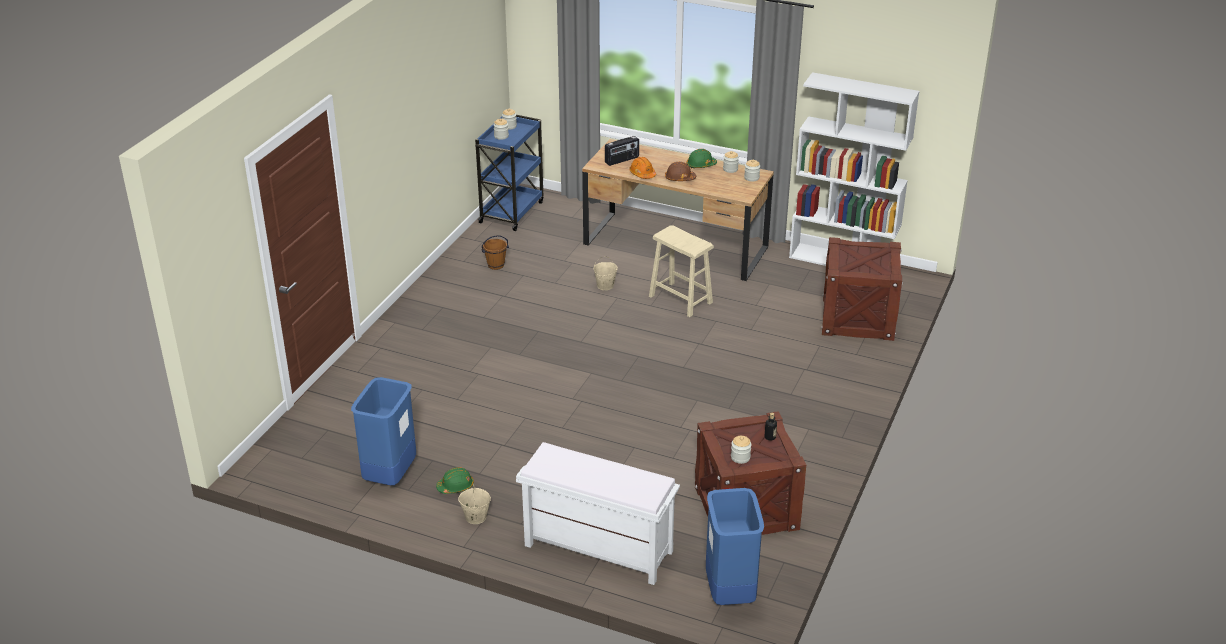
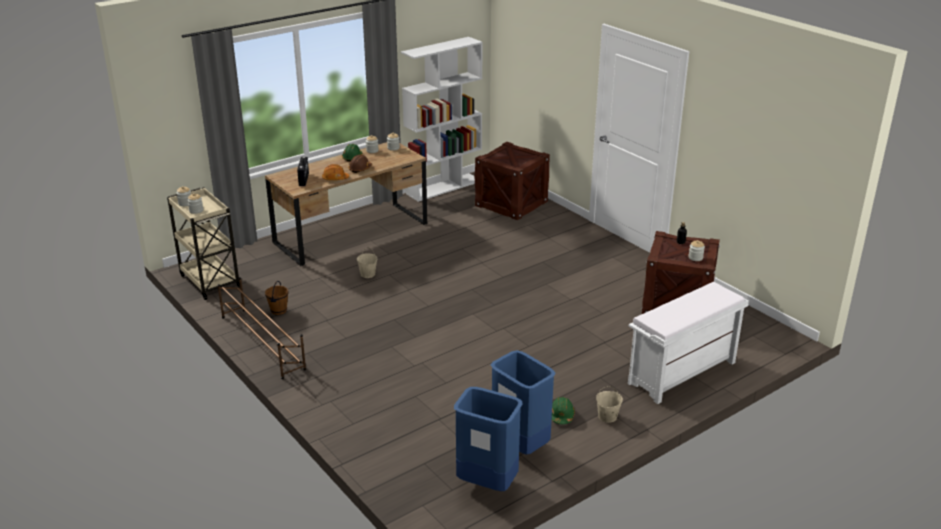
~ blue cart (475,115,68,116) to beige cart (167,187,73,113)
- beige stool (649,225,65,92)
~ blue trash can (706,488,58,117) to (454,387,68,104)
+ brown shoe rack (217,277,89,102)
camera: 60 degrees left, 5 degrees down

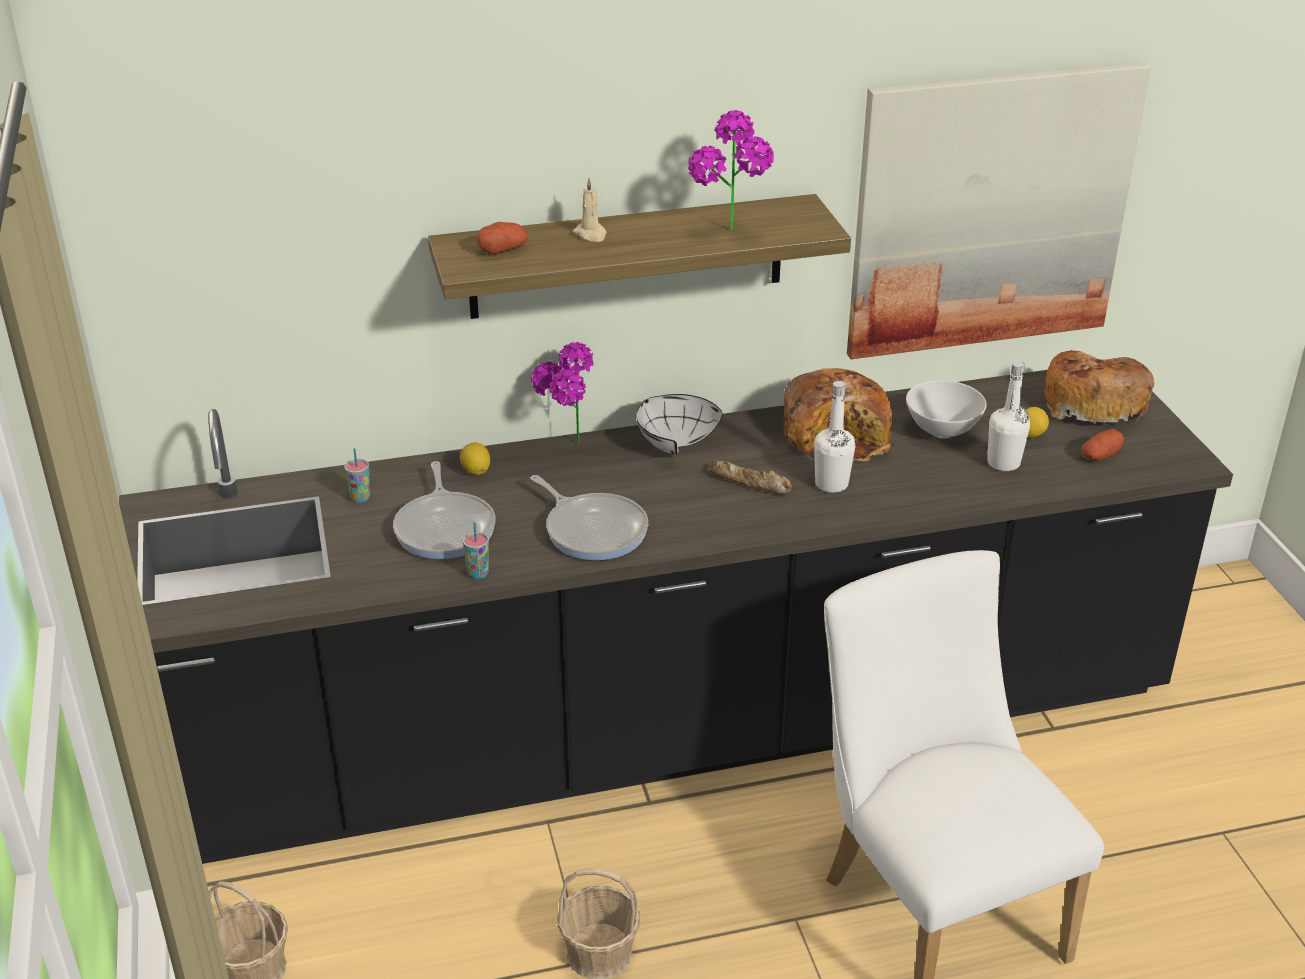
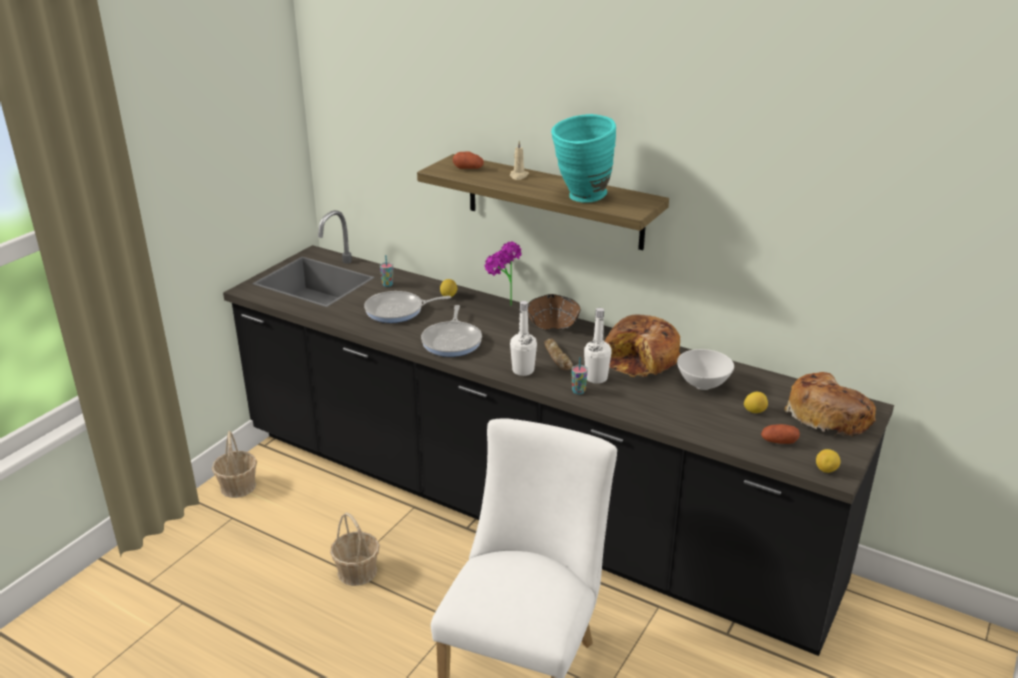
- picture (847,62,304,297)
~ potted plant (688,110,86,120) to turquoise vase (551,114,65,89)
~ white bottle (987,361,43,110) to (510,301,27,75)
~ white bowl (636,394,87,61) to brown bowl (528,294,52,36)
~ frying pan (393,461,103,98) = (364,291,87,32) 45 degrees clockwise
~ cup (463,522,26,57) to (571,357,17,37)
+ lemon (816,449,24,24)
camera: 45 degrees right, 5 degrees down

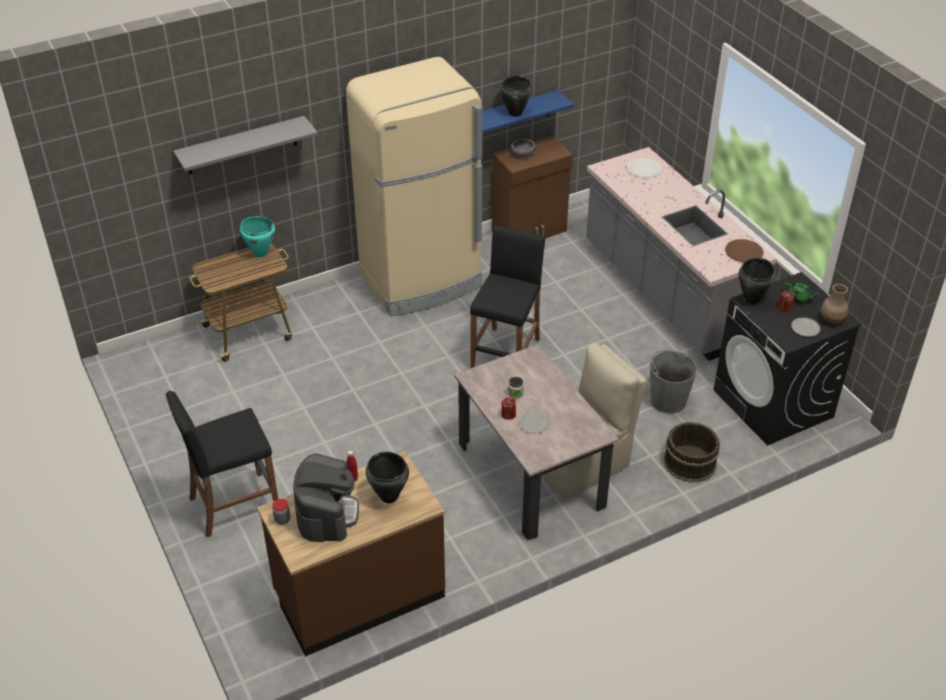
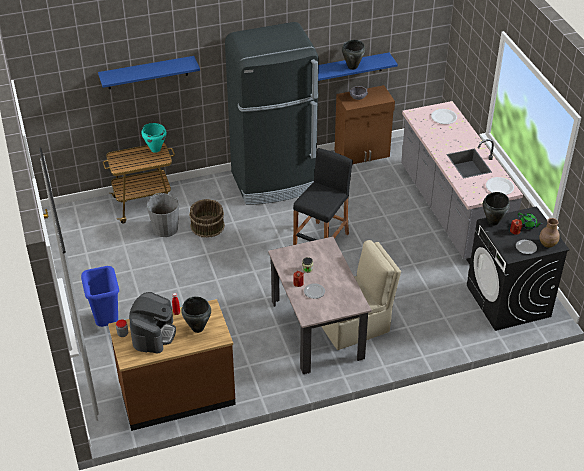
~ beige fridge (346,57,137,259) to black fridge (225,22,94,183)
~ grey shelf (173,116,145,58) to blue shelf (98,56,102,33)
~ brown plate (725,239,39,24) to white plate (486,177,28,18)
~ grey bucket (650,350,47,64) to (147,193,32,44)
~ black stool (166,390,112,147) to blue trash can (81,266,38,61)
~ brown bucket (664,422,56,60) to (189,199,36,39)
camera: 10 degrees right, 0 degrees up

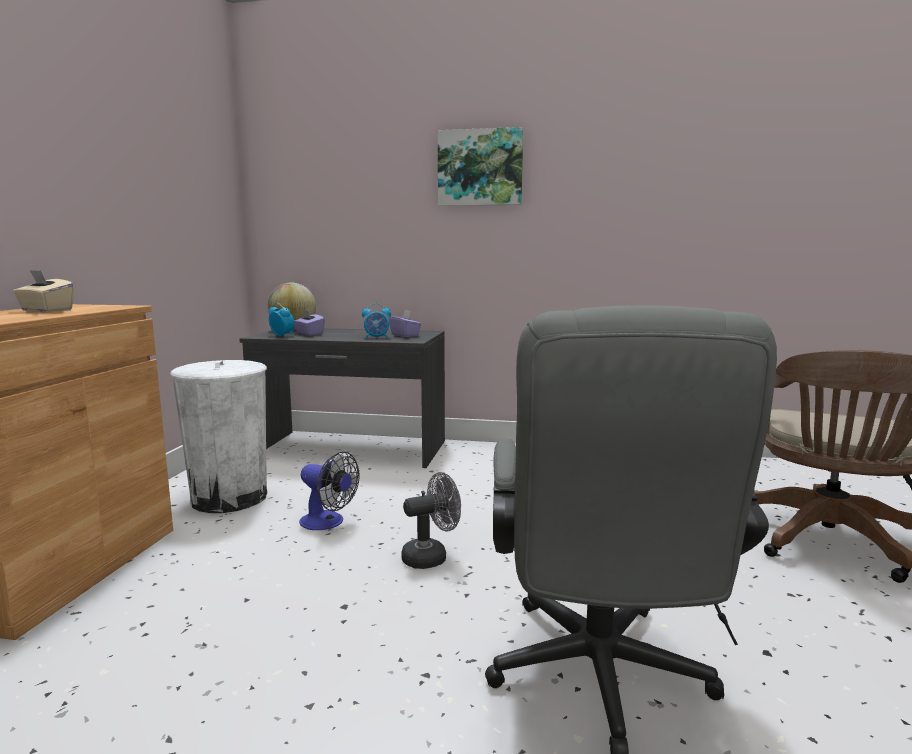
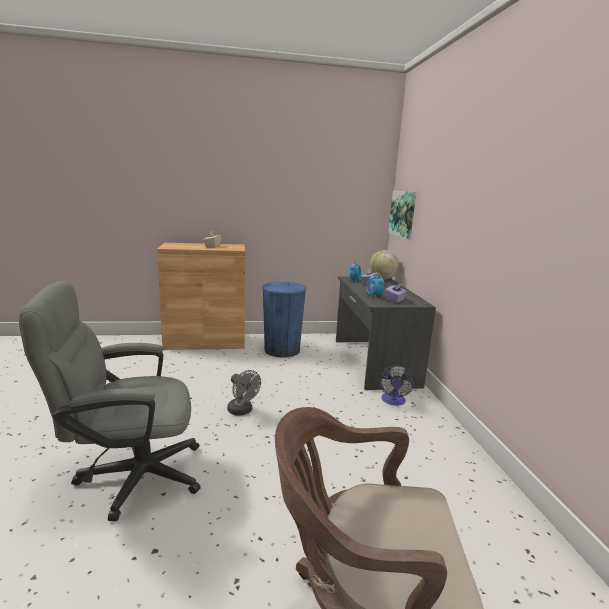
~ picture (438,127,85,79) to (388,191,28,48)
~ white trash can (170,360,97,153) to blue trash can (262,281,45,77)
~ fan (299,451,61,79) to (379,365,36,41)
camera: 70 degrees right, 5 degrees up

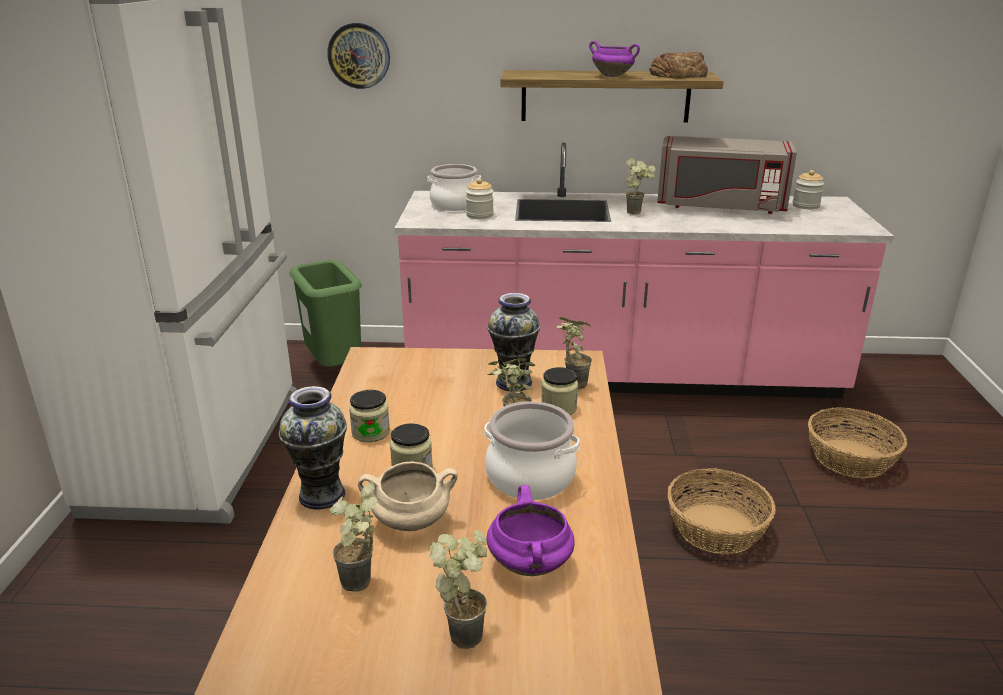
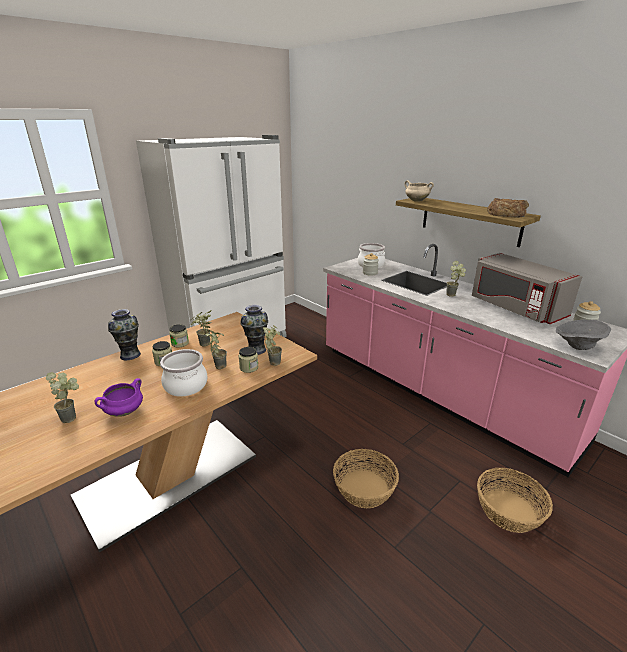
- wall clock (327,23,63,66)
- purple cooking pot (589,41,51,36)
- green trash can (289,260,73,107)
~ beige cooking pot (358,461,100,70) to (405,180,29,22)
~ potted plant (330,480,48,112) to (191,310,20,36)
+ grey bowl (556,319,55,31)
camera: 45 degrees right, 0 degrees up

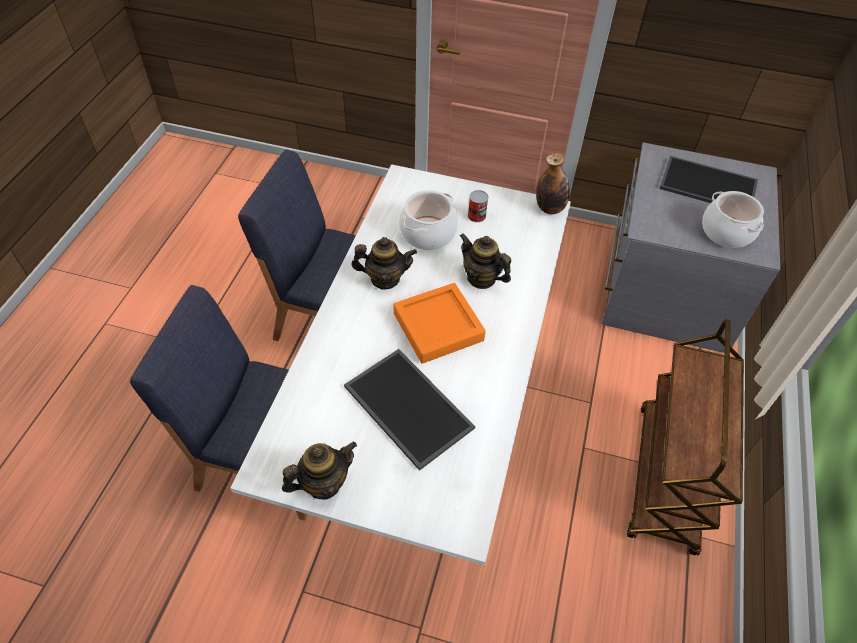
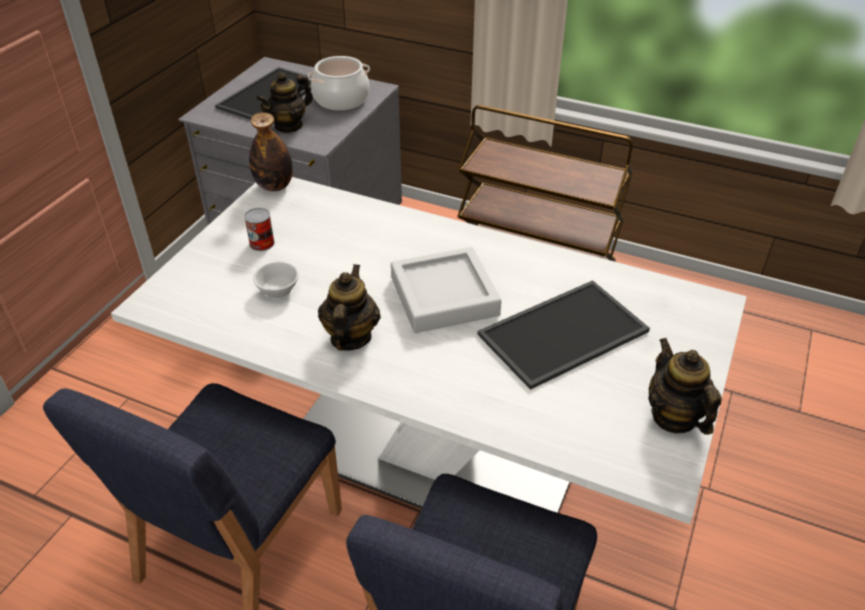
~ cooking pot (399,190,59,60) to white cup (253,261,46,38)
~ teapot (460,233,51,56) to (256,72,57,61)
~ orange tray (393,283,93,81) to grey tray (391,247,110,86)
camera: 80 degrees left, 10 degrees down

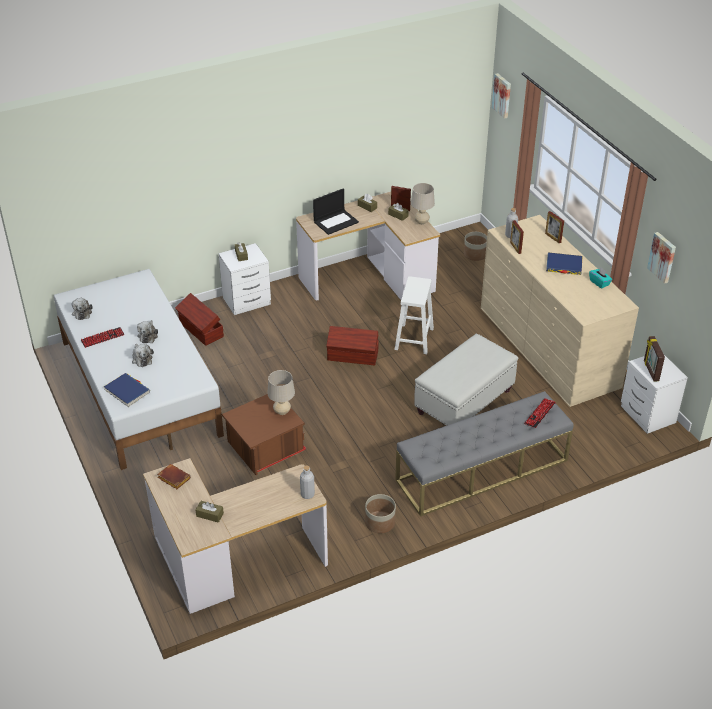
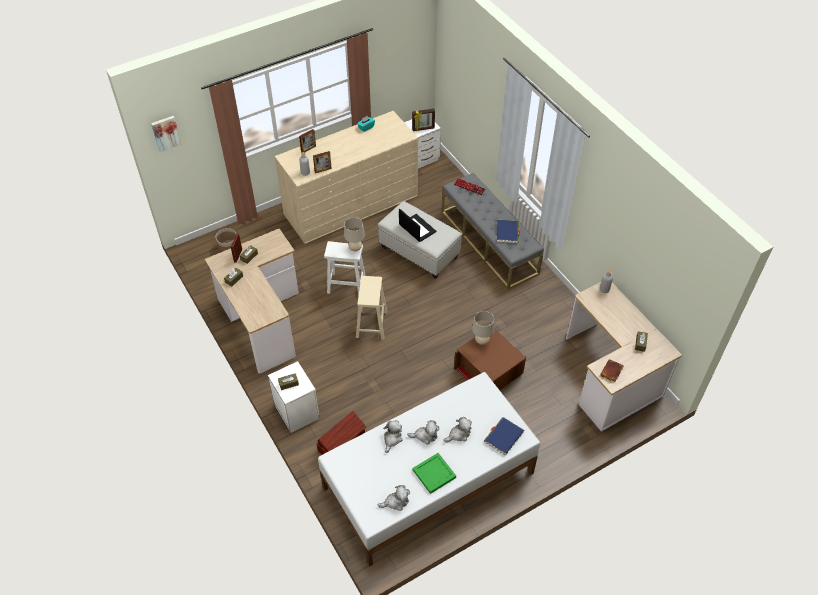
~ beige table lamp (411,183,24,42) to (344,217,21,34)
~ laptop (313,188,46,47) to (399,209,38,33)
- picture (647,232,29,52)
~ blue book (546,253,37,22) to (497,220,23,23)
~ brown storage box (327,326,52,39) to beige stool (356,276,31,63)
~ keyboard (81,327,43,21) to green tray (413,453,43,41)
- planter (365,494,31,39)
+ plush toy (383,420,19,33)
camera: 95 degrees left, 10 degrees up

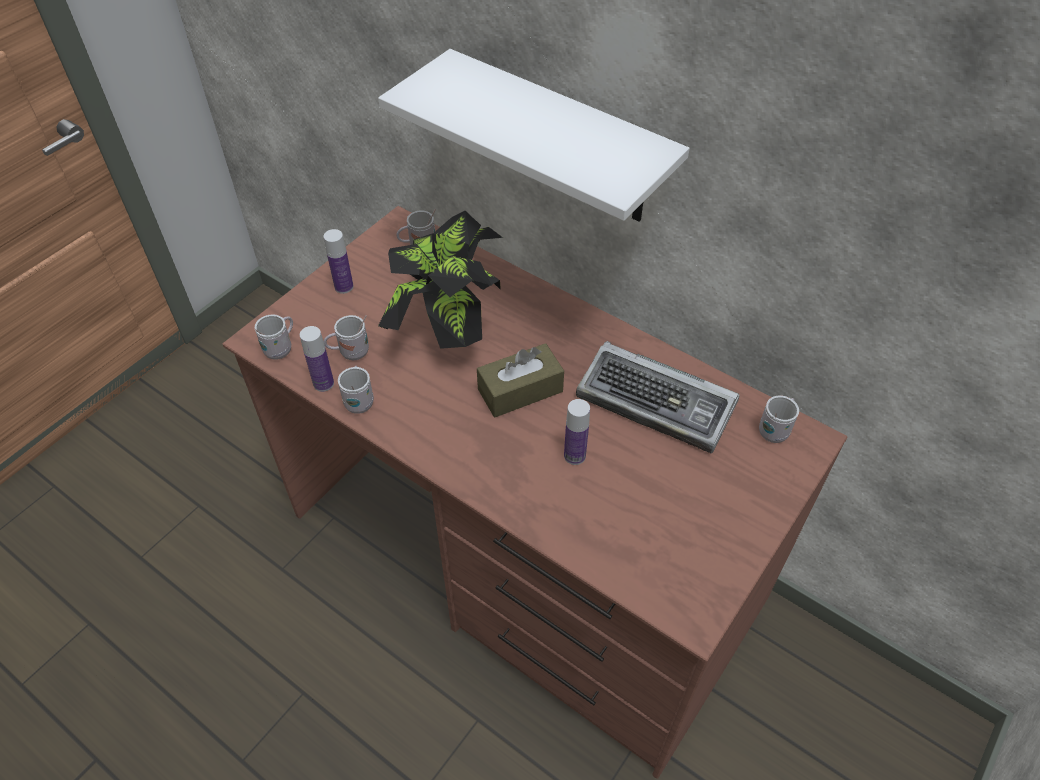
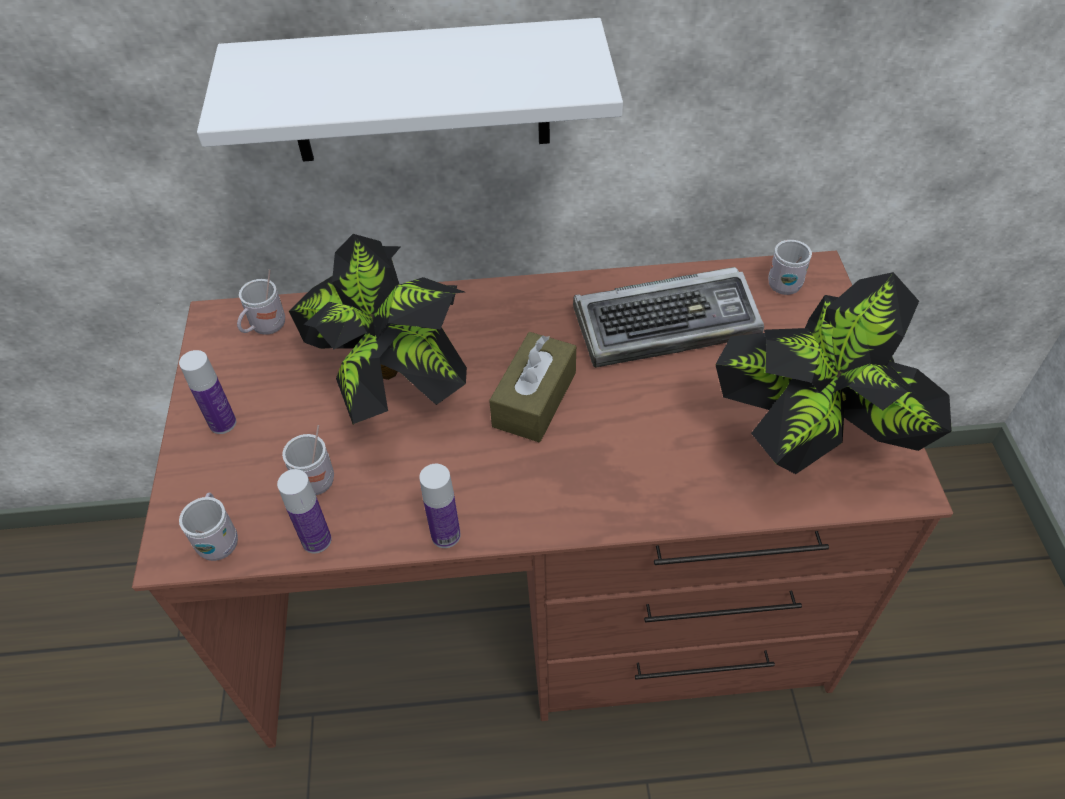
- white mug (338,366,36,48)
~ bottle (564,399,26,66) to (419,464,42,84)
+ potted plant (715,272,237,202)
camera: 40 degrees left, 0 degrees up

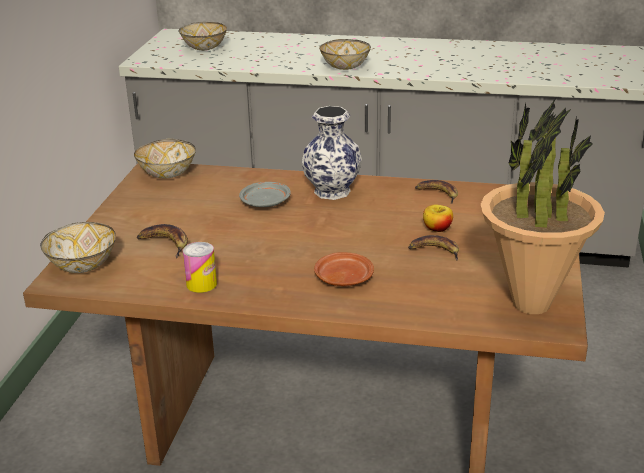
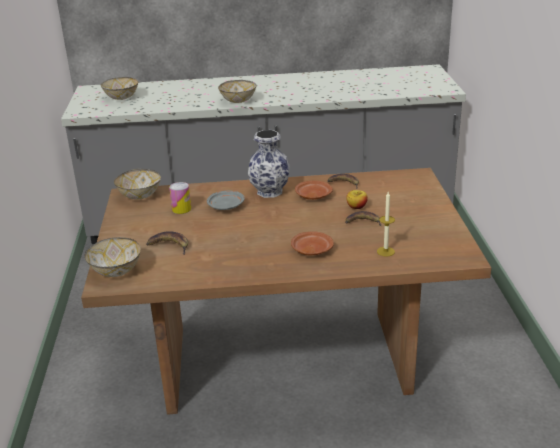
- potted plant (481,96,124,218)
~ can (183,242,34,51) to (169,182,22,32)
+ brown plate (295,180,38,20)
+ candle (377,192,18,64)
camera: 15 degrees left, 0 degrees up

